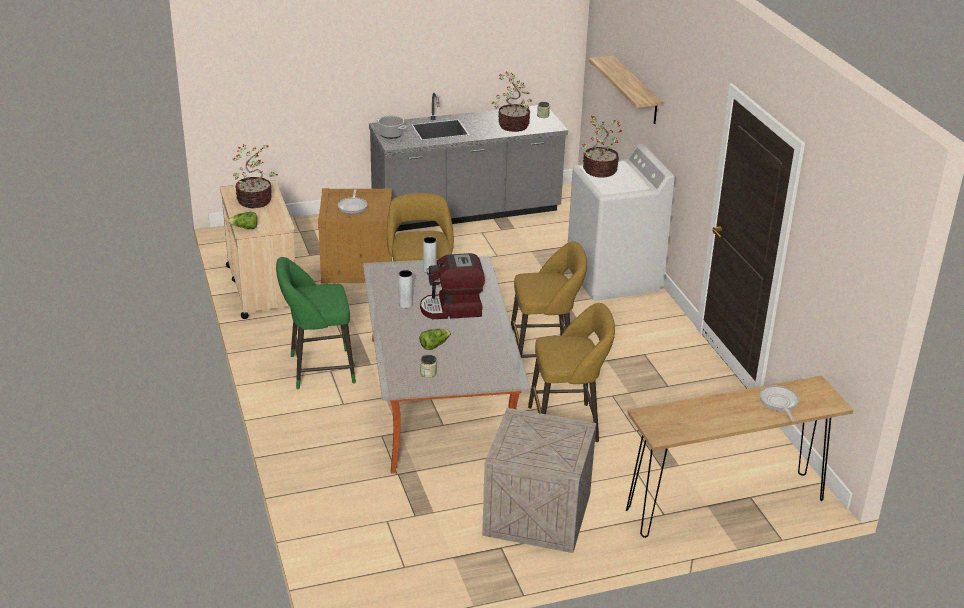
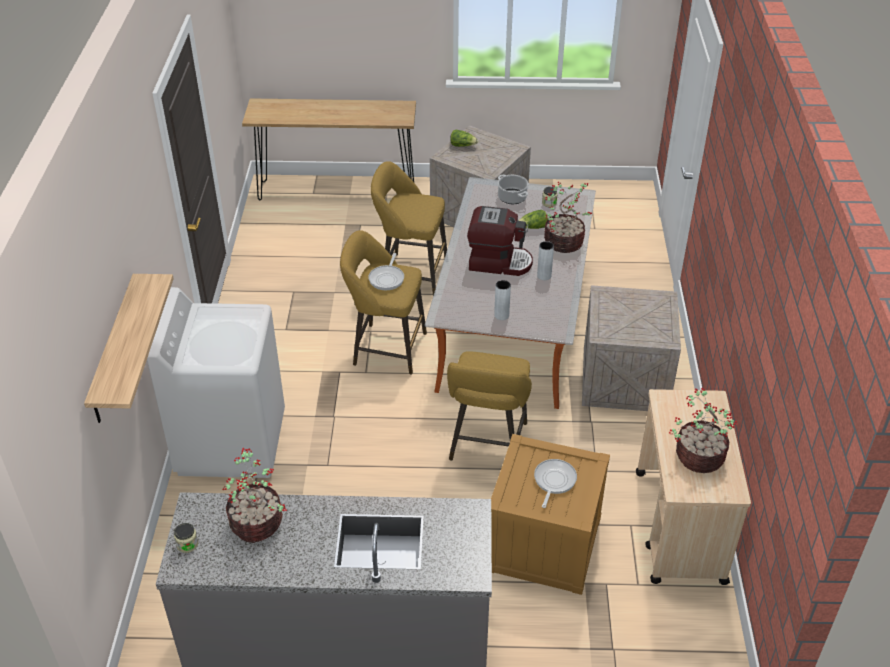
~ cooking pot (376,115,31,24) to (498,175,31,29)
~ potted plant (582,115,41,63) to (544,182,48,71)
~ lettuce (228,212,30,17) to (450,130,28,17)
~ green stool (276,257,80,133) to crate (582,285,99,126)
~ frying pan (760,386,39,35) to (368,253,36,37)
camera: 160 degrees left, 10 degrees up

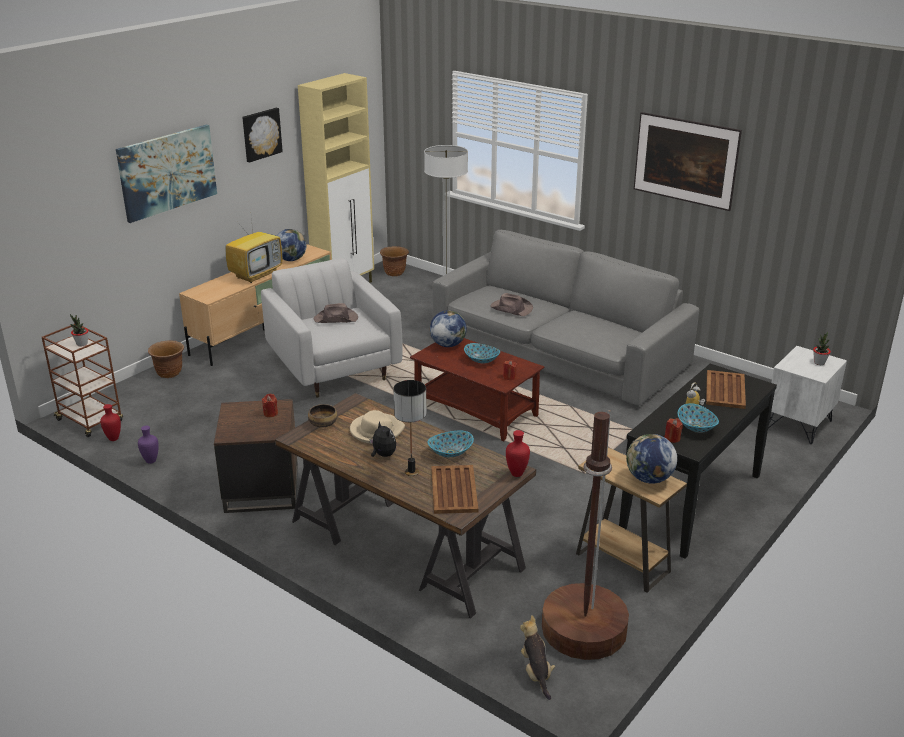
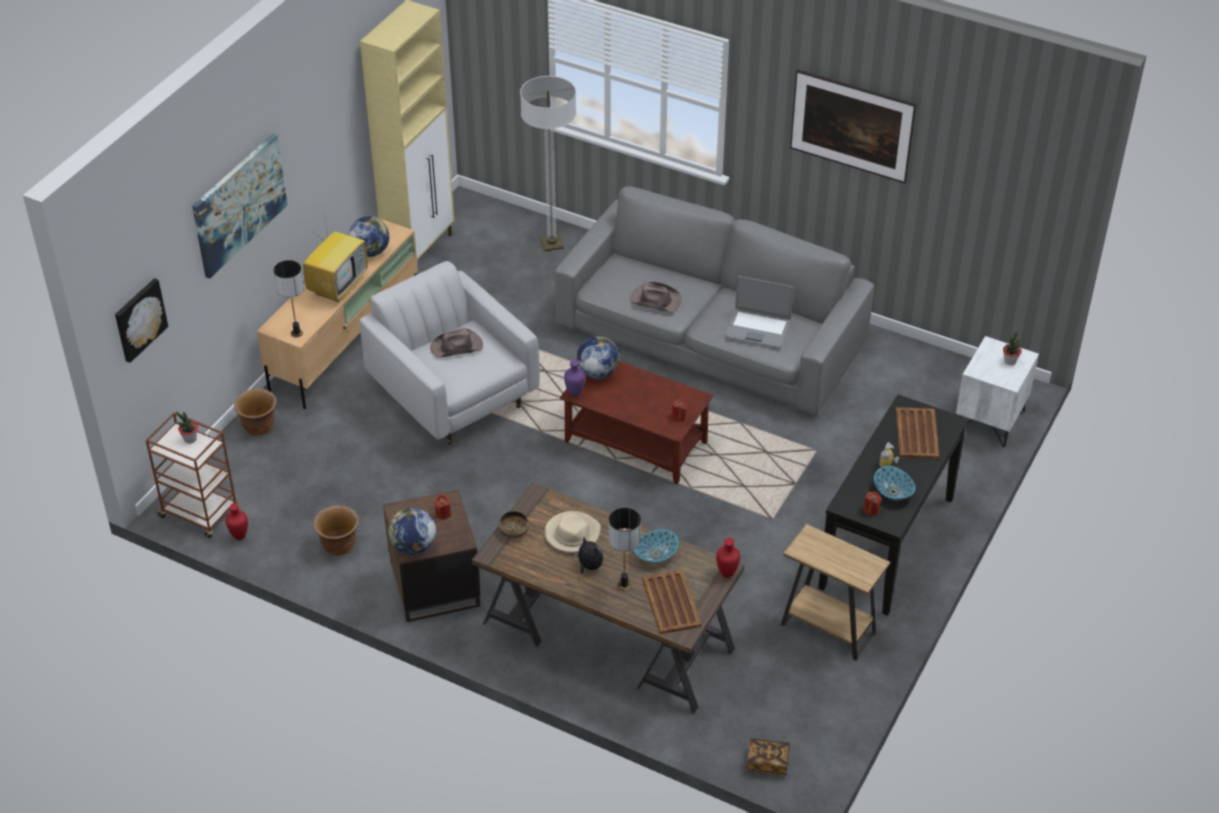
~ picture (242,108,41,54) to (115,278,53,85)
~ brown planter (380,246,29,30) to (314,505,45,51)
- bowl (464,343,36,21)
- brown floor lamp (542,410,87,250)
~ purple vase (138,426,21,38) to (564,360,21,37)
~ globe (626,434,51,50) to (388,508,48,47)
~ plush toy (520,615,35,85) to book (747,738,43,38)
+ table lamp (274,260,30,77)
+ laptop (725,276,69,72)
camera: 10 degrees left, 15 degrees up

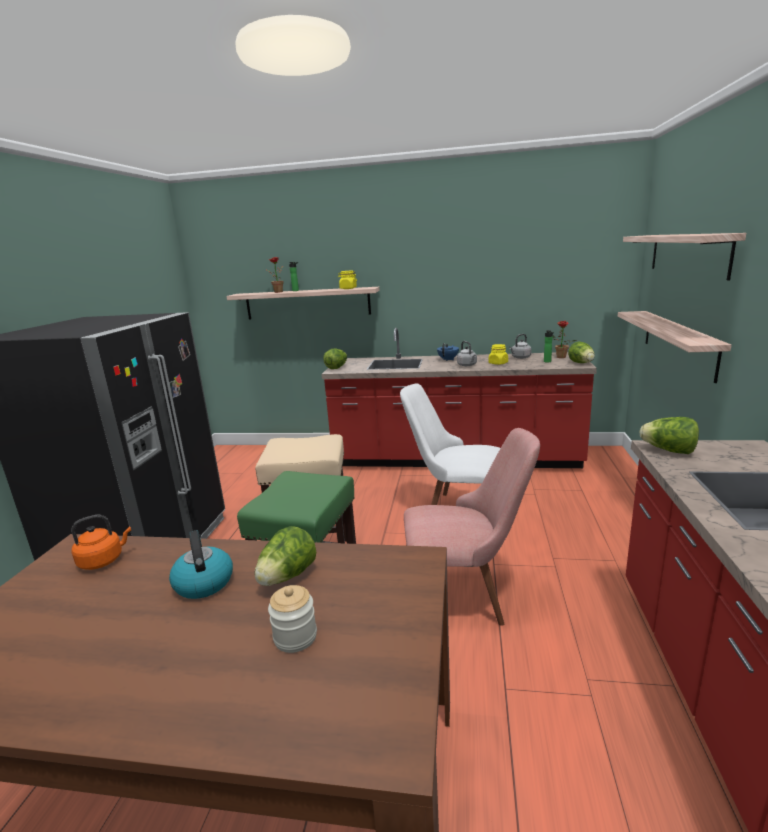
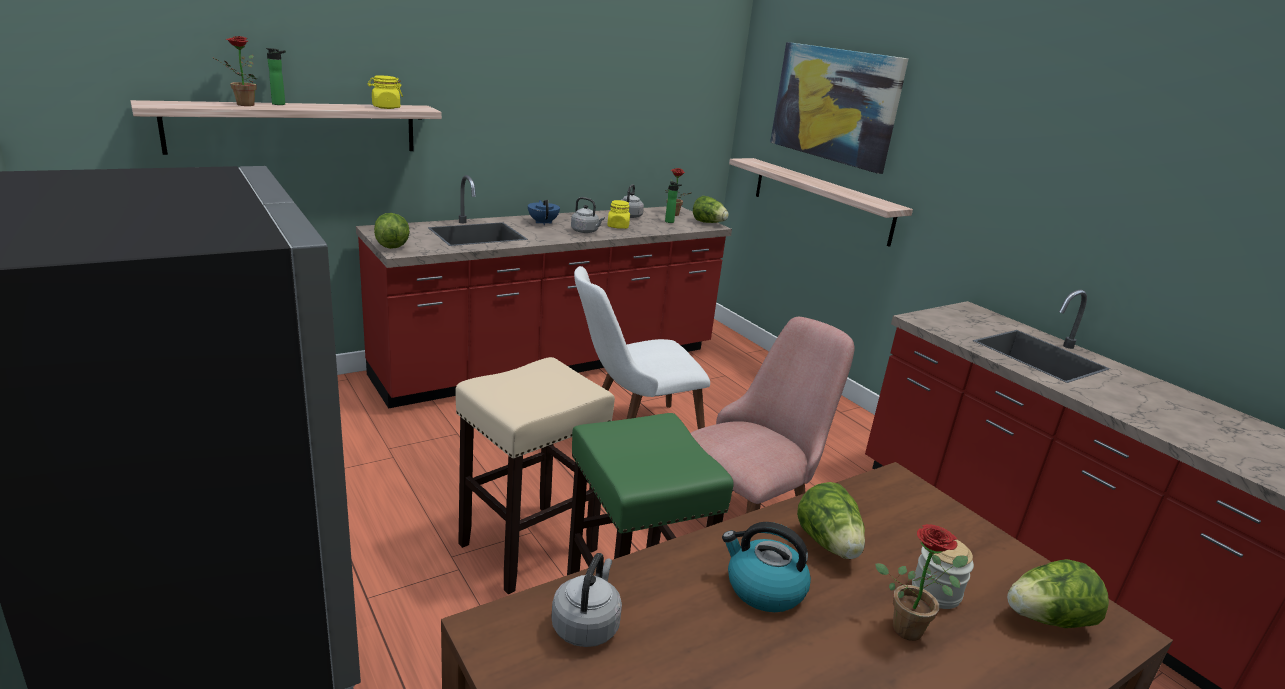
~ shelf (623,233,123,48) to picture (770,42,139,132)
~ lettuce (639,417,60,37) to (1007,559,102,69)
~ orange kettle (71,515,60,55) to grey kettle (551,553,71,94)
+ potted plant (875,524,93,117)
camera: 45 degrees left, 5 degrees up

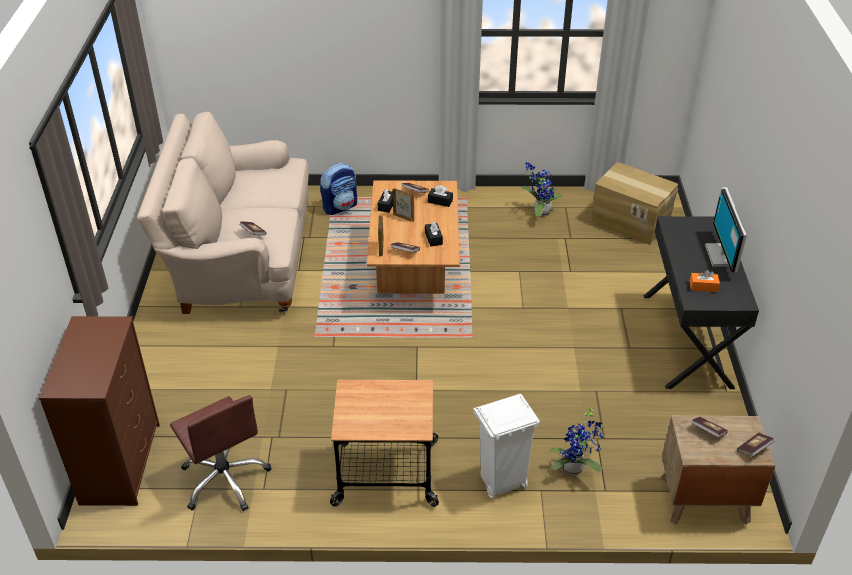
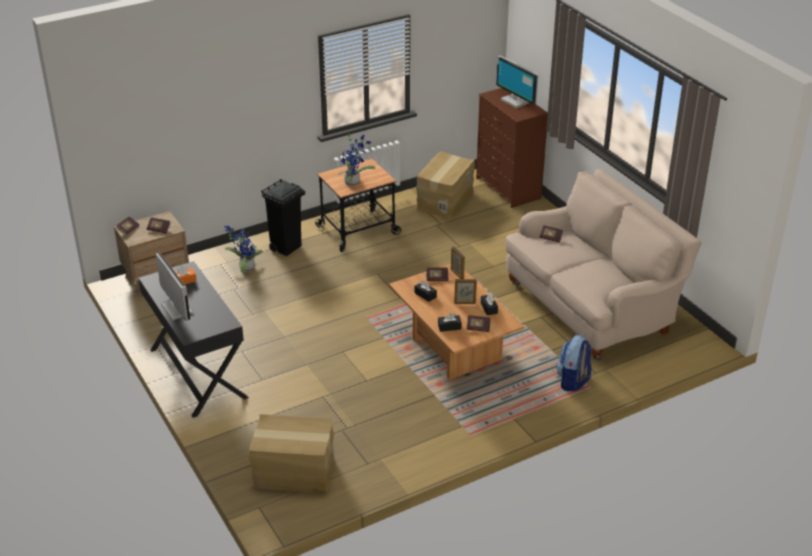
~ potted plant (521,162,41,55) to (338,135,37,51)
~ white trash can (473,394,67,105) to black trash can (261,179,44,77)
~ brown office chair (170,395,102,116) to cardboard box (416,151,59,68)
+ monitor (496,56,42,52)
camera: 150 degrees right, 5 degrees down

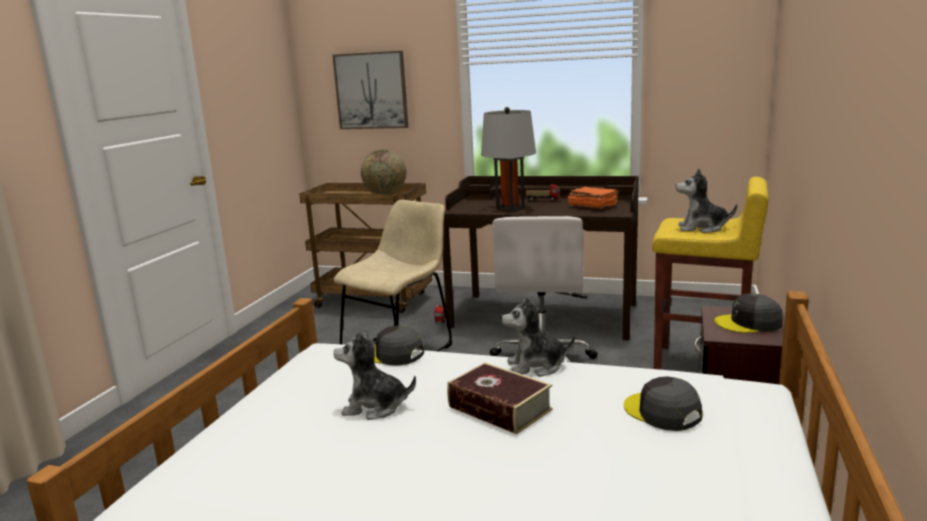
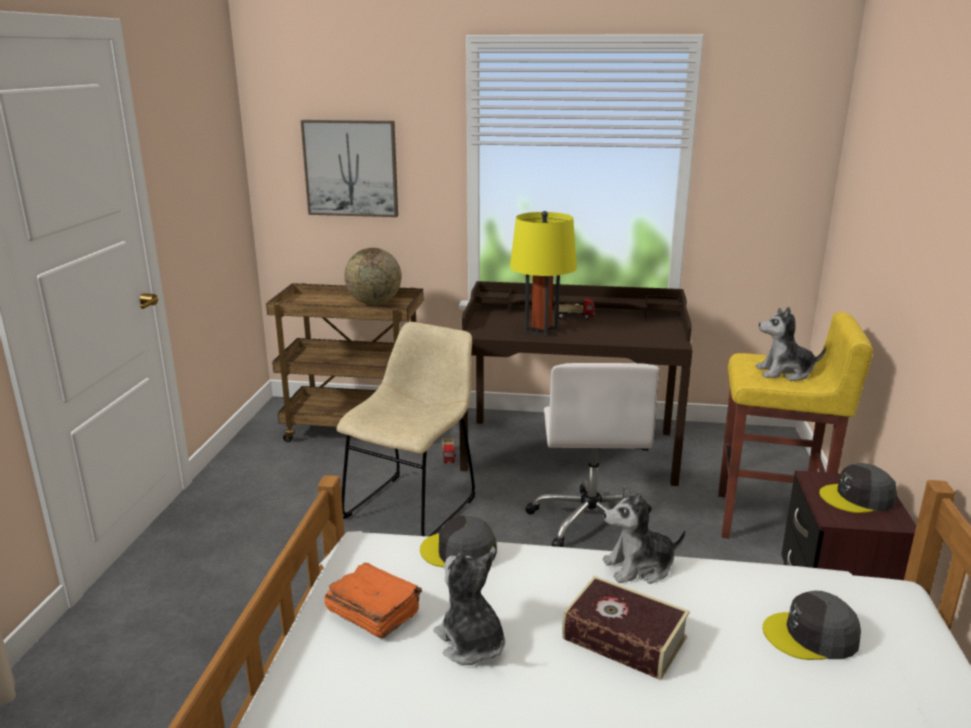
~ grey table lamp (481,107,55,105) to yellow table lamp (510,211,67,126)
~ orange book (568,187,51,22) to (324,563,98,75)
~ plush toy (334,330,82,90) = (434,552,71,113) 60 degrees clockwise
~ grey cap (624,376,78,55) = (763,590,98,70) 45 degrees counterclockwise
camera: 10 degrees left, 5 degrees up

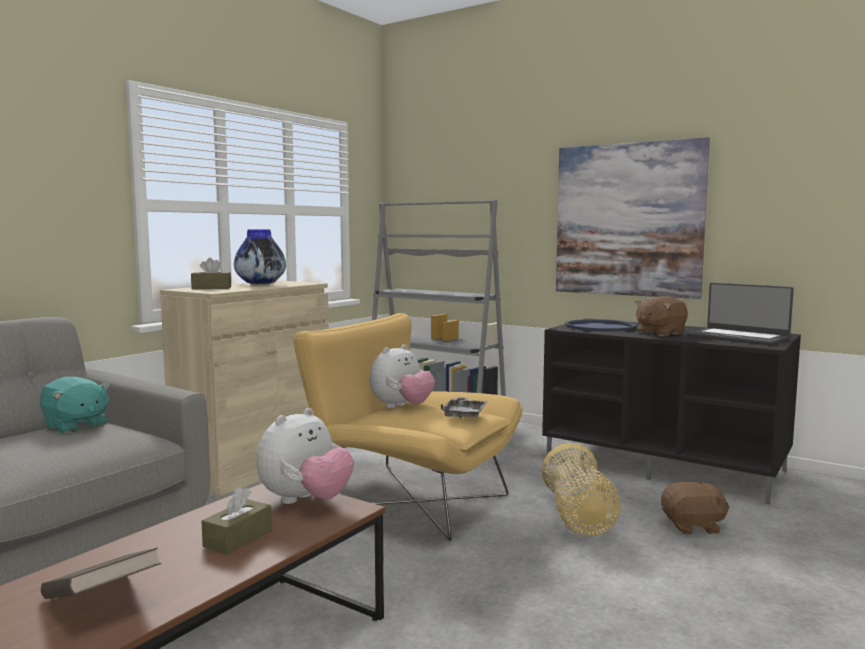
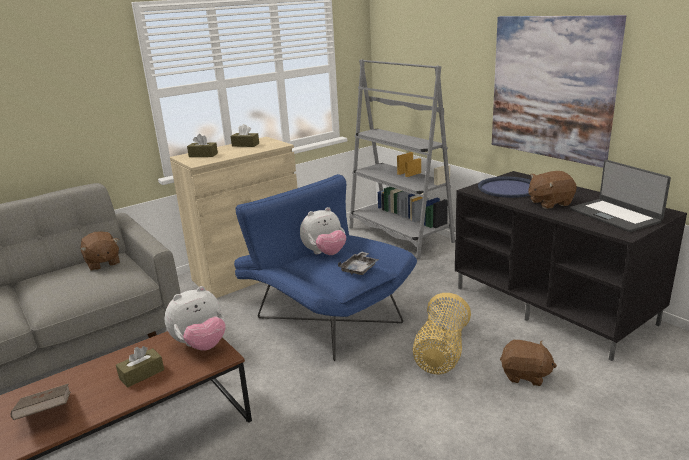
~ vase (234,229,52,55) to brown tissue box (231,124,28,23)
~ yellow armchair (271,313,252,228) to blue armchair (234,174,183,187)
~ turquoise plush toy (40,377,71,56) to brown plush toy (80,231,40,40)
camera: 20 degrees right, 15 degrees up

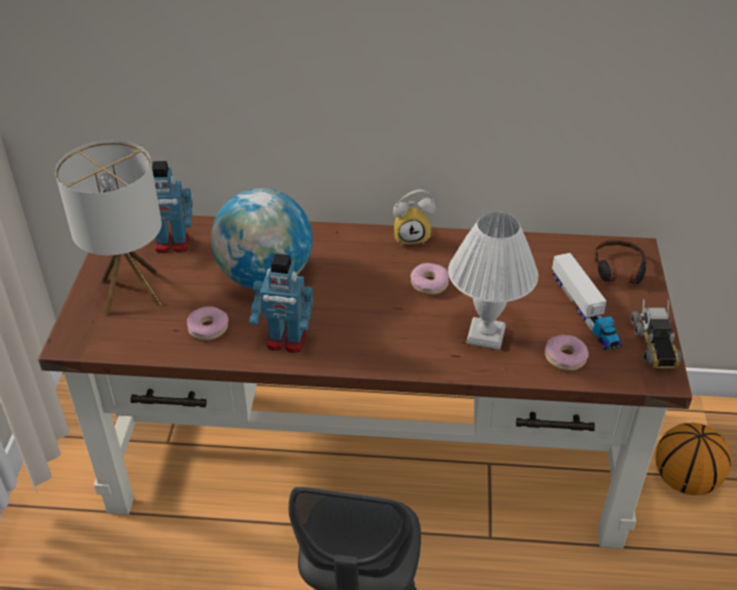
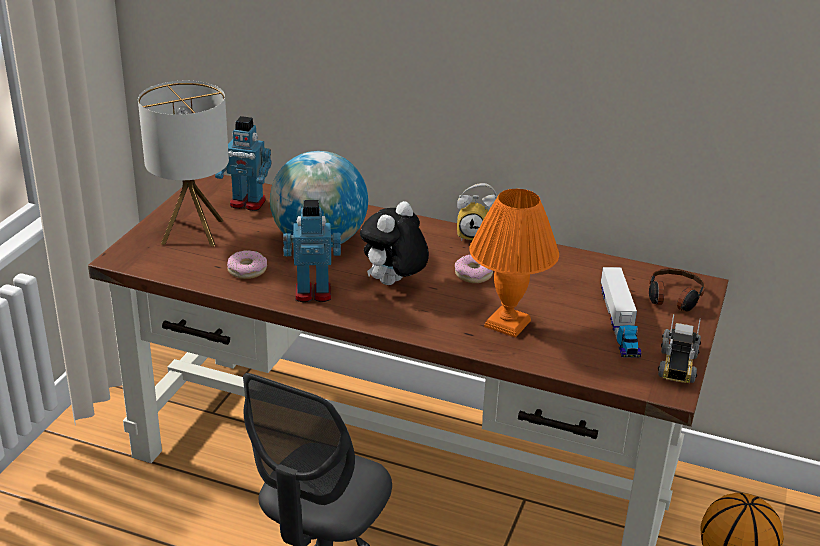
~ white table lamp (448,212,90,138) to orange table lamp (469,189,90,149)
~ toy robot (249,254,64,99) = (283,200,58,102) 150 degrees clockwise
- donut (545,335,44,36)
+ plush toy (360,201,69,84)
camera: 15 degrees right, 10 degrees down

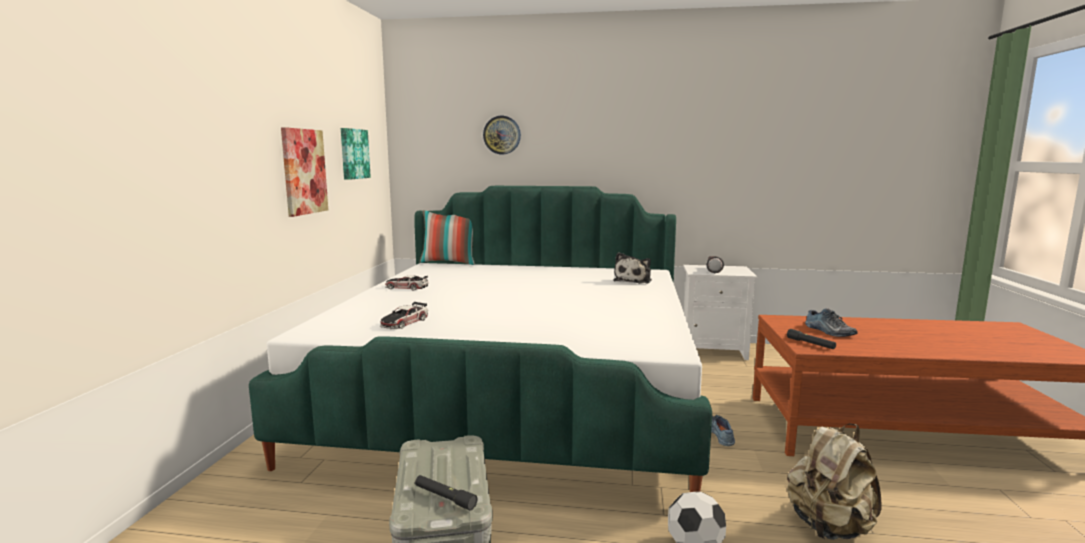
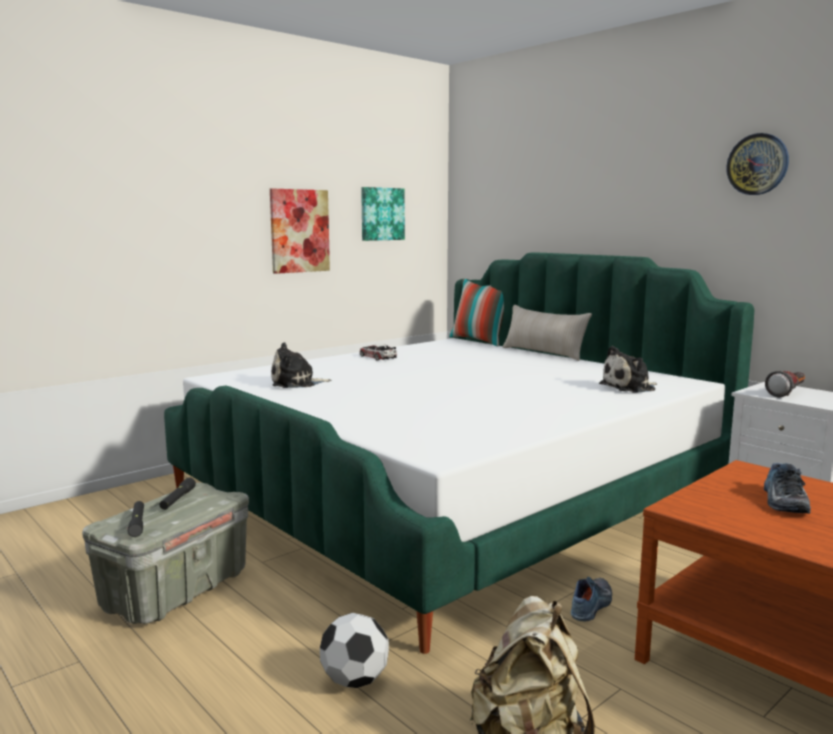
~ wall clock (483,116,38,38) to (726,133,63,62)
~ toy car (380,302,48,27) to plush toy (271,342,60,46)
~ black flashlight (787,329,49,20) to (160,478,36,32)
+ beige pillow (503,305,89,56)
camera: 40 degrees right, 0 degrees up

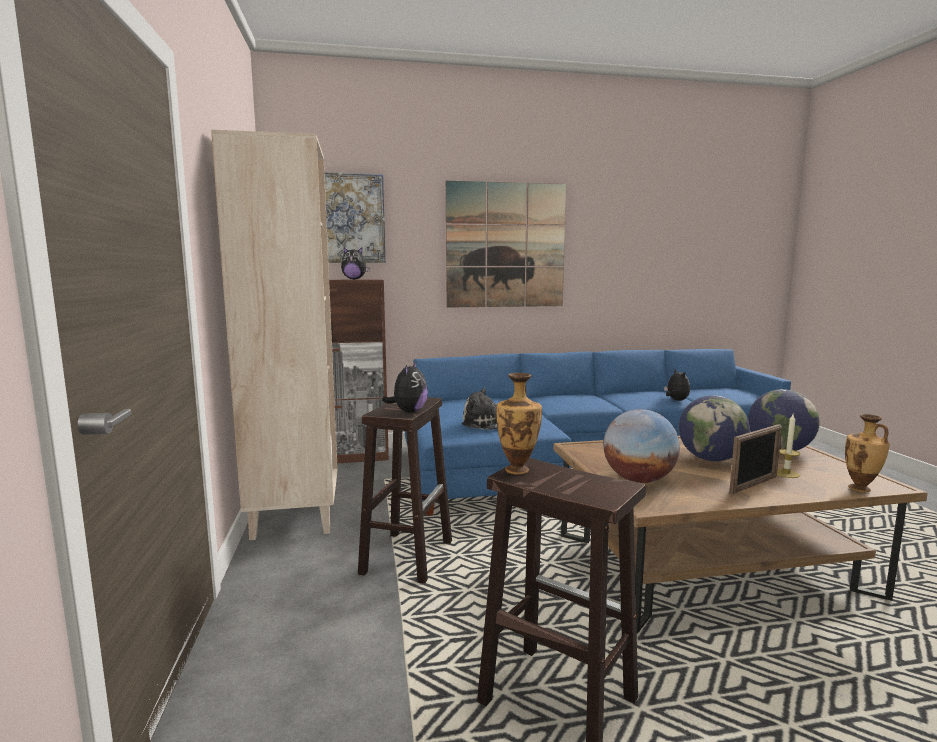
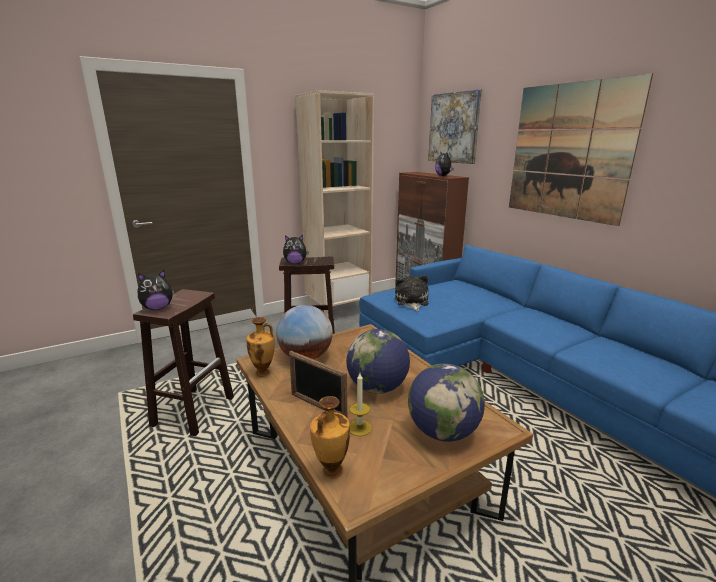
~ plush toy (664,368,26,33) to (138,270,36,40)
~ vase (496,373,46,102) to (246,317,29,60)
camera: 70 degrees right, 10 degrees up

